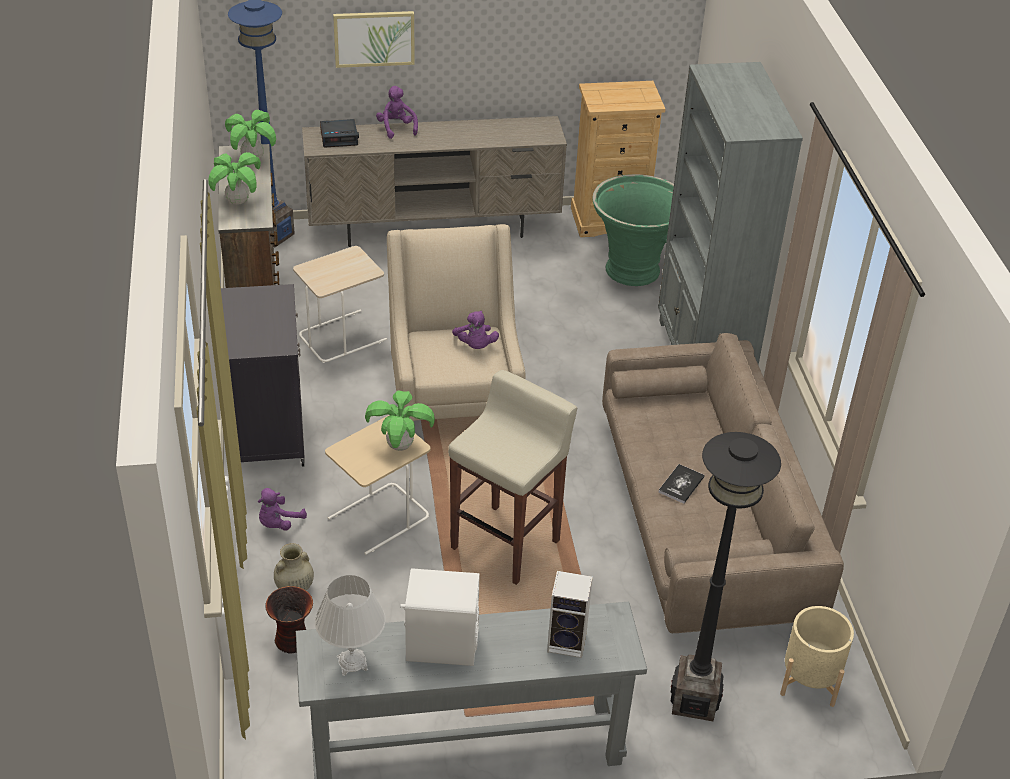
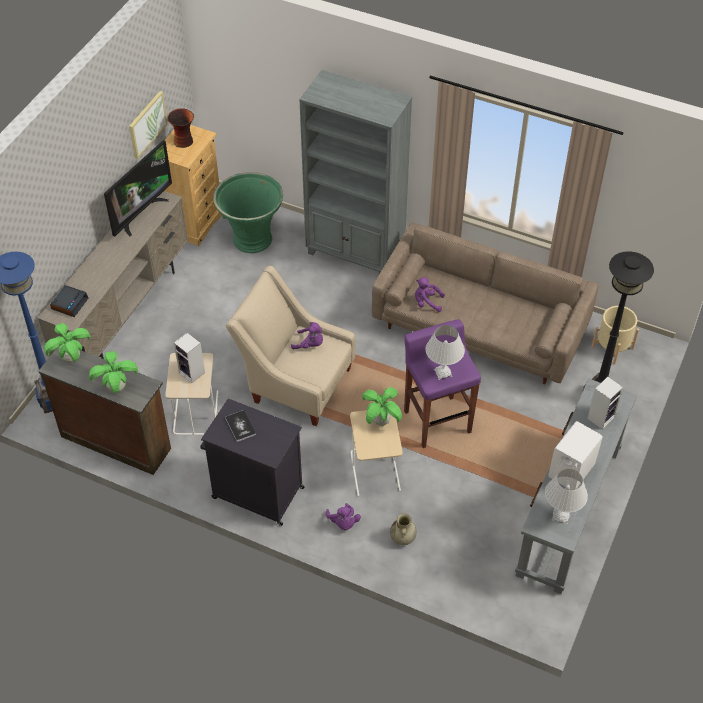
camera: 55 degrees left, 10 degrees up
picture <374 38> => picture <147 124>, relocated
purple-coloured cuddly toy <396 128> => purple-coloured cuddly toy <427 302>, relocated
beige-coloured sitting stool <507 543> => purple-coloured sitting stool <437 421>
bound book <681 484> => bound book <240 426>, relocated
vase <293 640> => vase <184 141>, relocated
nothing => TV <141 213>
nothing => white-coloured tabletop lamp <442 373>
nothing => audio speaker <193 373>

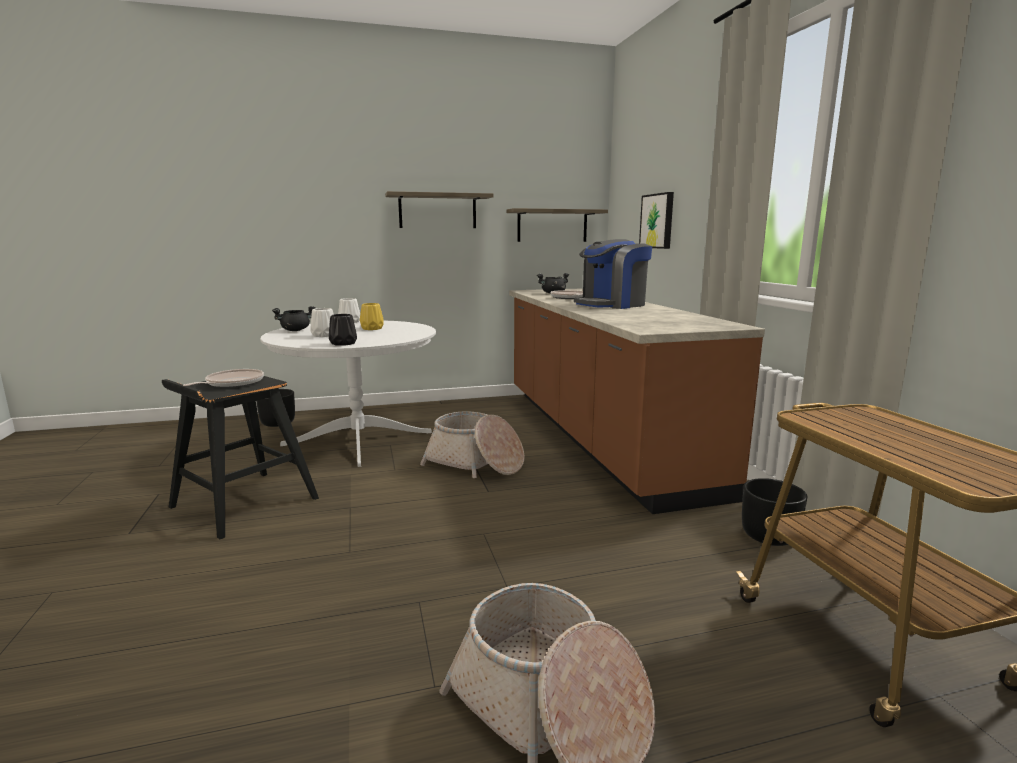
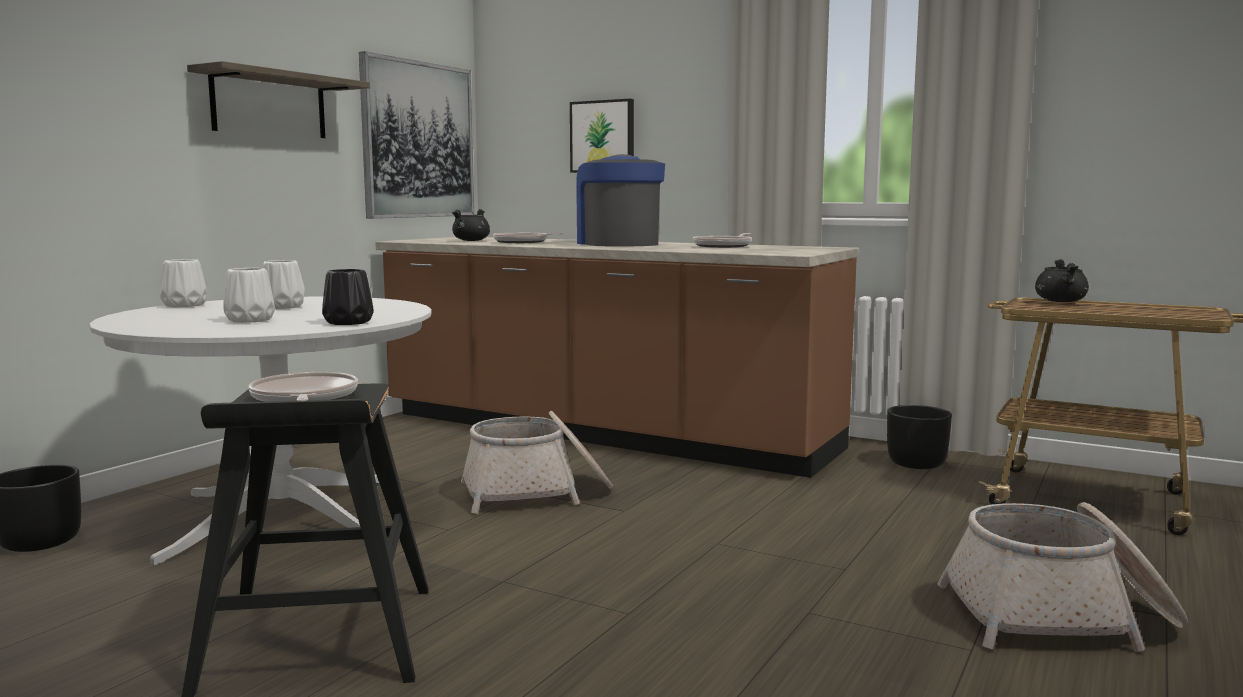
camera: 45 degrees left, 5 degrees down
wall shelf <552 225> => picture <418 140>
coffee brewer <611 305> => coffee brewer <618 244>, 150 degrees clockwise
yellow-coloured vase <371 328> => white-coloured vase <281 307>
black stockpot <295 330> => black stockpot <1060 301>, relocated
nothing => pan <724 246>

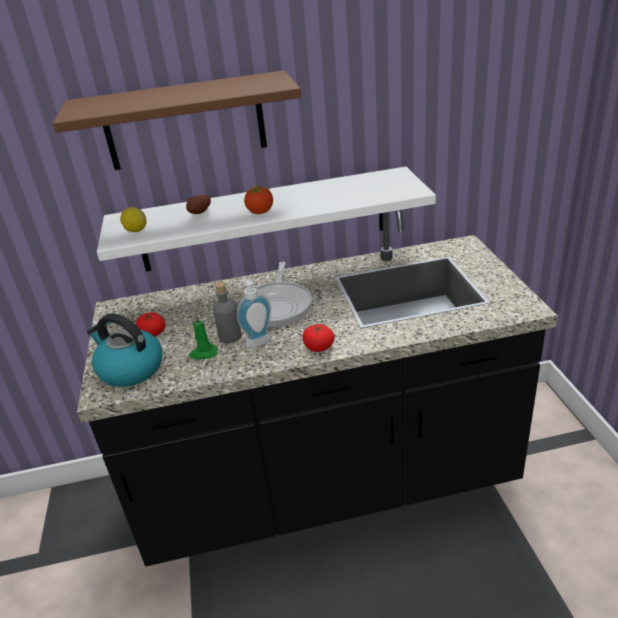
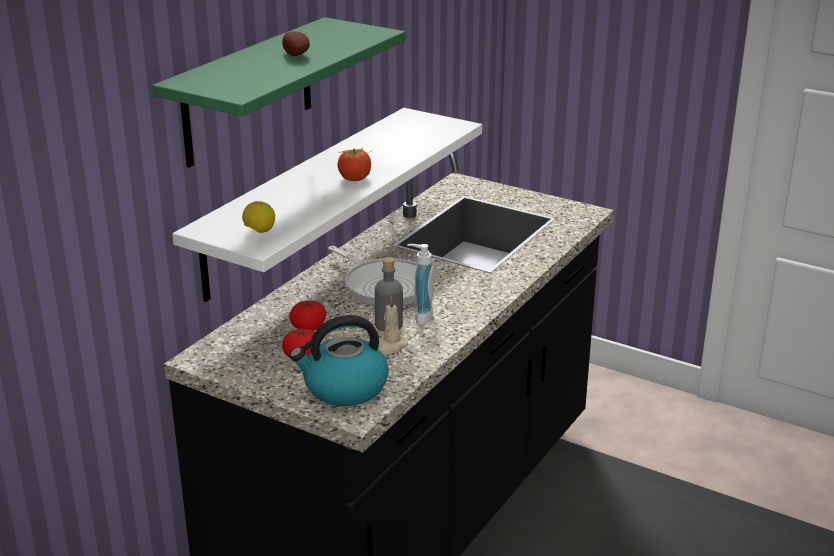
camera: 50 degrees left, 5 degrees down
brown-coloured wall shelf <185 122> => green-coloured wall shelf <248 92>
potato <201 213> => potato <296 55>, relocated
green-coloured wax light <203 353> => beige-coloured wax light <391 346>
fresh tomato <319 347> => fresh tomato <308 326>, relocated

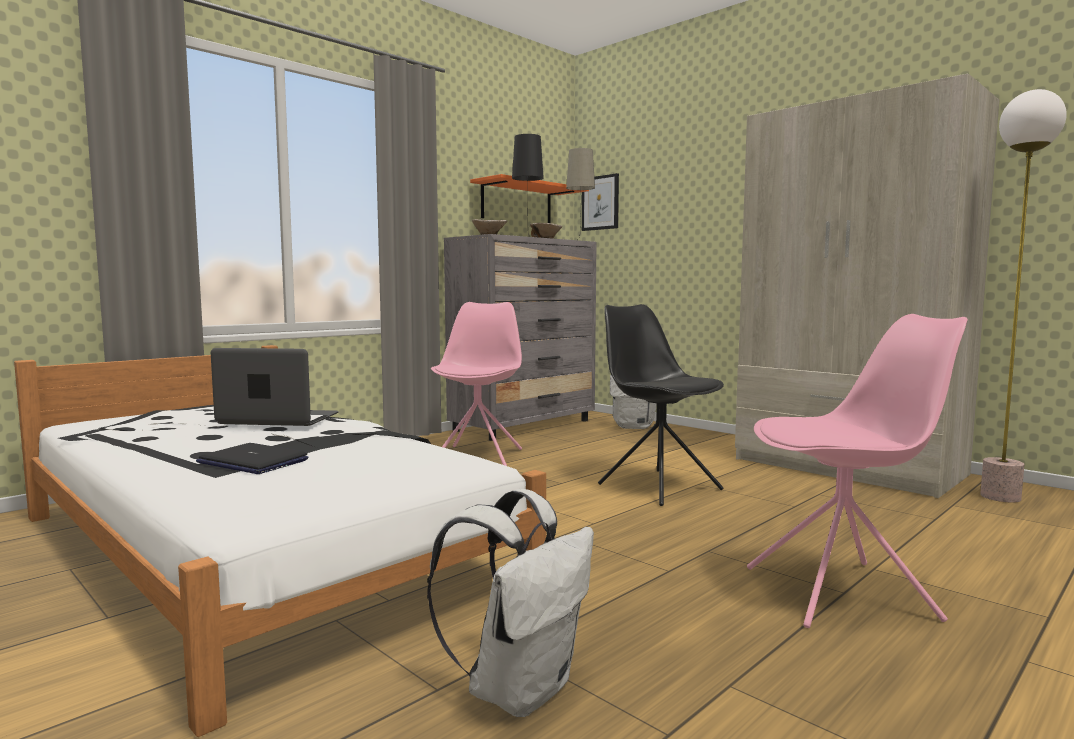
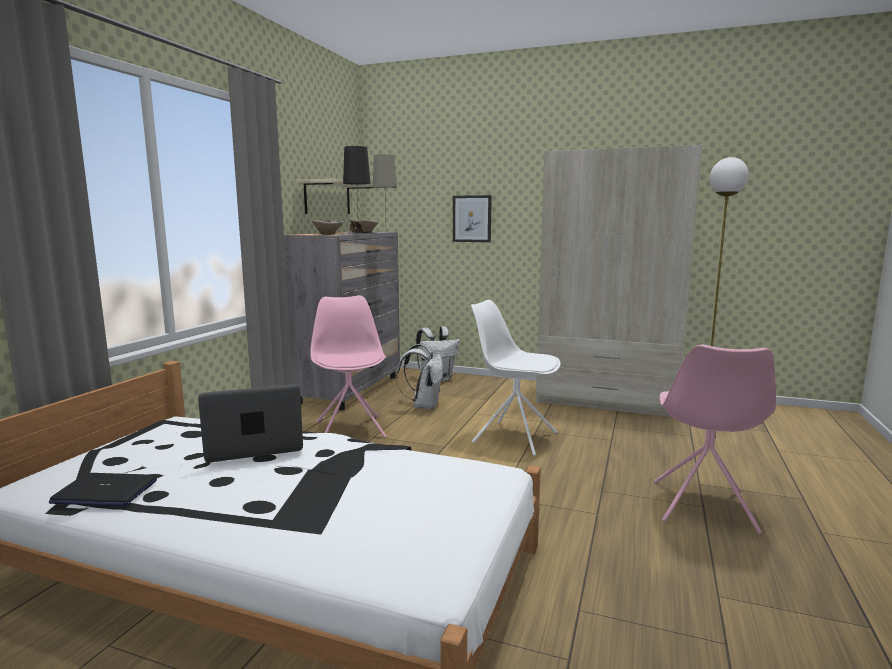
camera: 25 degrees left, 5 degrees up
picture <600 203> => picture <472 219>, relocated
orange wall shelf <516 203> => beige-coloured wall shelf <327 198>
black plain chair <658 486> => white-coloured plain chair <513 437>
pink plain chair <842 593> => pink plain chair <703 507>, 135 degrees clockwise
portable computer <252 461> => portable computer <104 492>, relocated
white-coloured backpack <520 688> => white-coloured backpack <424 406>, relocated

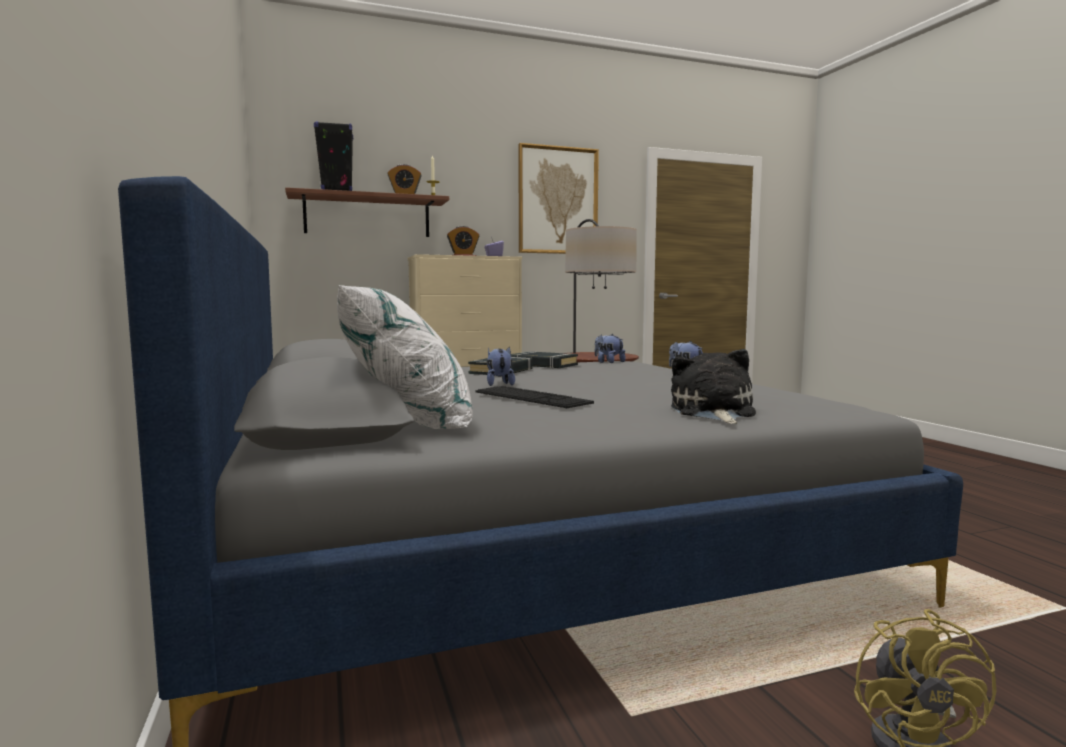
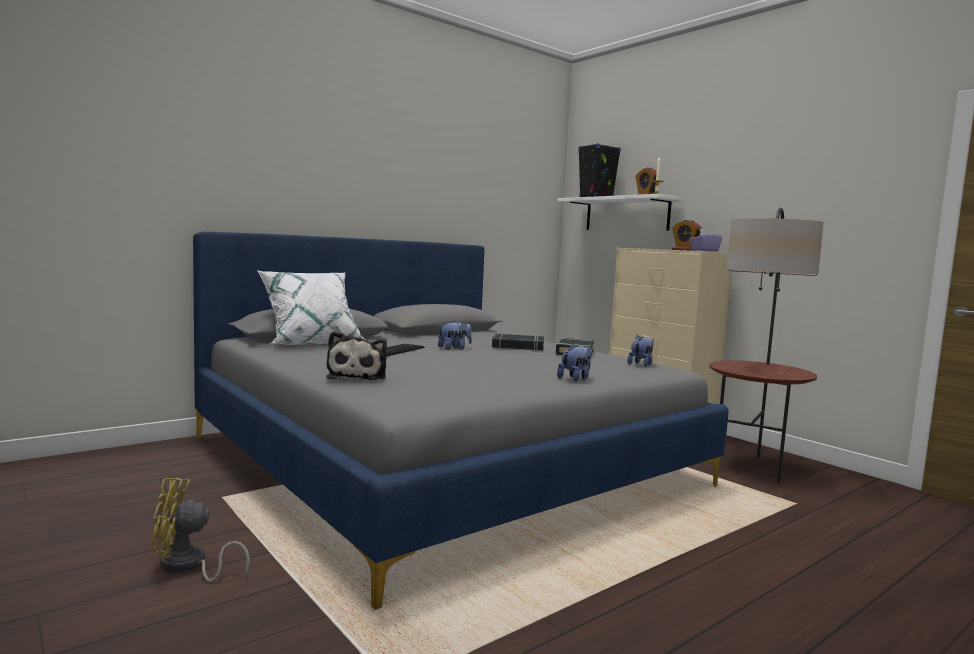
camera: 70 degrees right, 0 degrees up
picture <558 201> => nothing
brown-coloured wall shelf <367 216> => white-coloured wall shelf <626 214>
cuddly toy <712 412> => cuddly toy <358 376>, 105 degrees clockwise

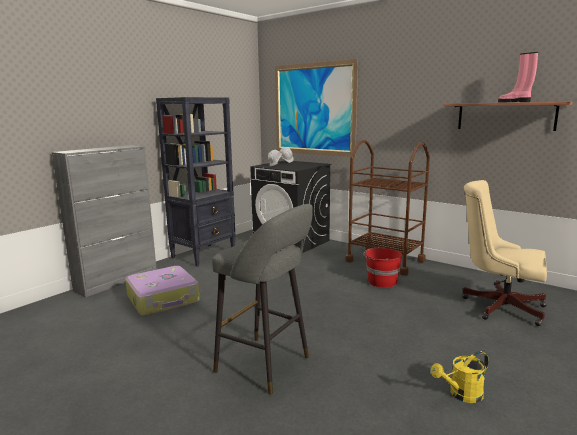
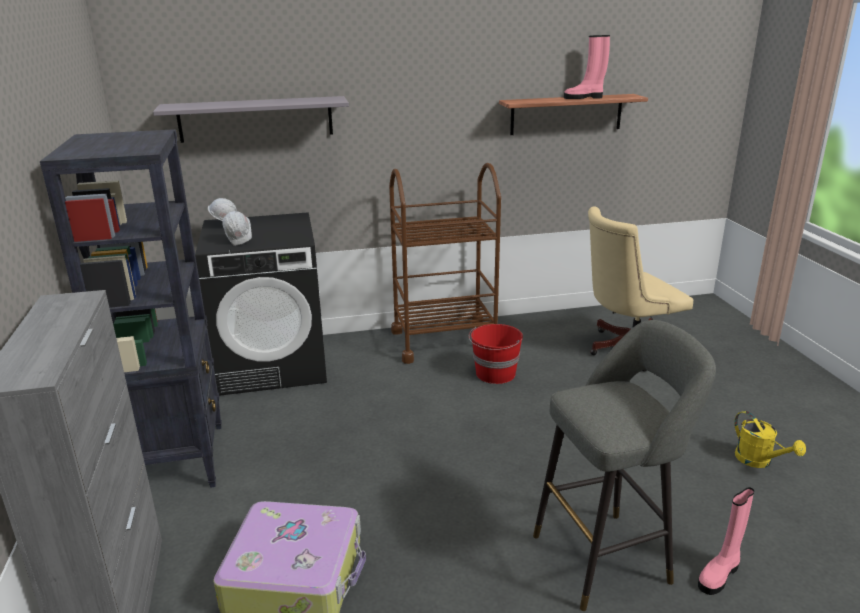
camera: 50 degrees left, 10 degrees up
picture <313 109> => gray wall shelf <256 119>
yellow-coloured watering pot <461 395> => yellow-coloured watering pot <759 461>, 45 degrees counterclockwise
nothing => pink boot <719 575>

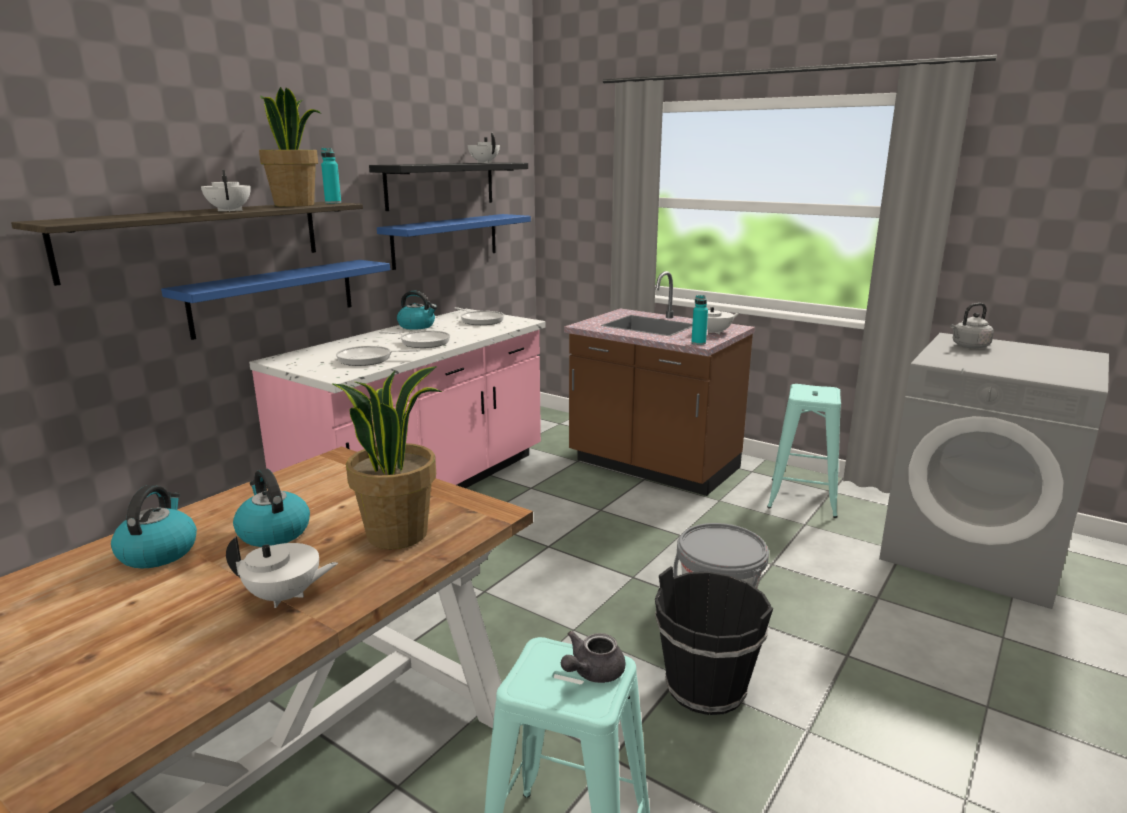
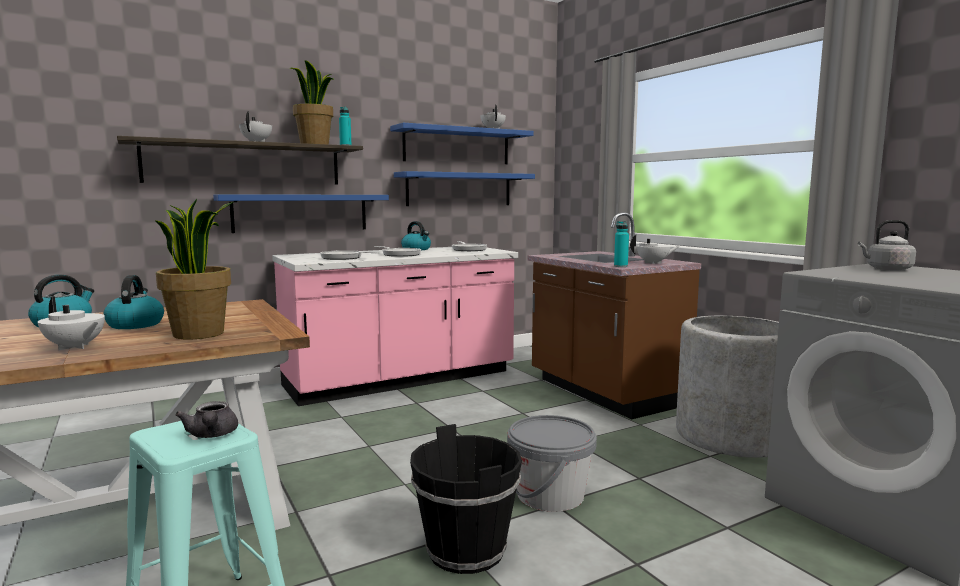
camera: 25 degrees right, 10 degrees down
black wall shelf <441 185> => bluish wall shelf <457 146>
turquoise sitting stool <802 497> => gray flower pot <731 436>
gray pot for tea <592 672> => gray pot for tea <212 435>, 90 degrees counterclockwise

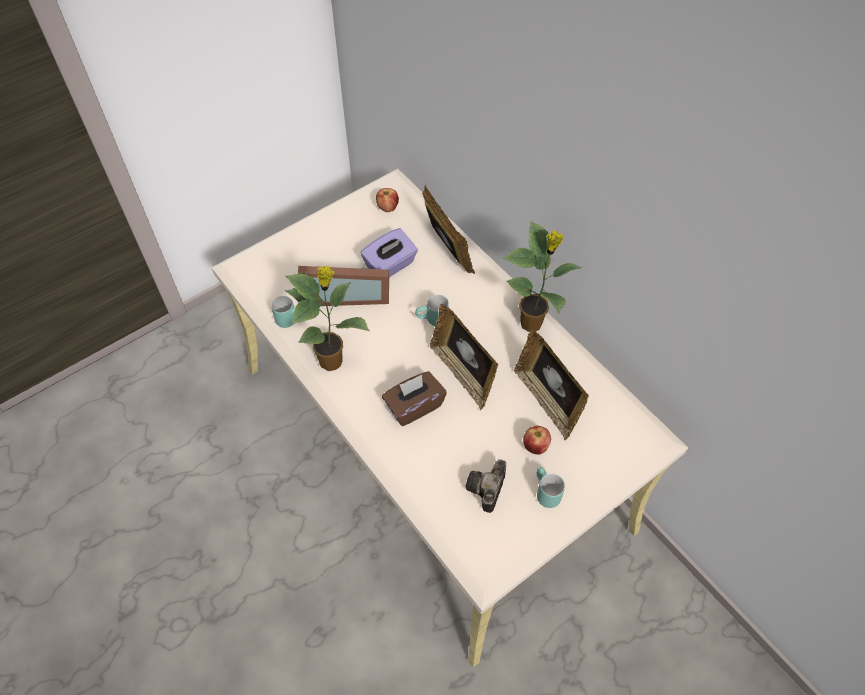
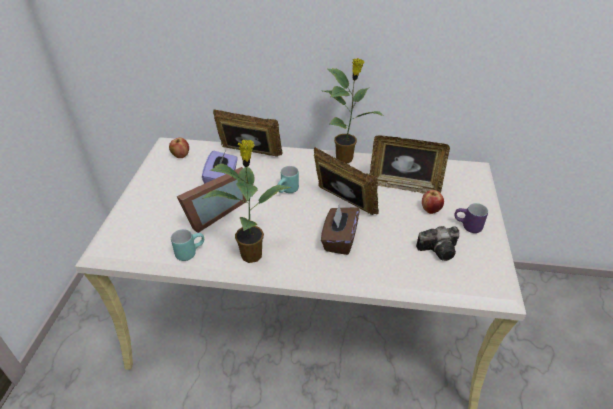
camera: 45 degrees left, 15 degrees down
standing frame <463 374> => standing frame <343 204>, 150 degrees counterclockwise
photo camera <486 490> => photo camera <440 249>, 75 degrees counterclockwise
turquoise mug <544 493> => purple-coloured mug <467 227>

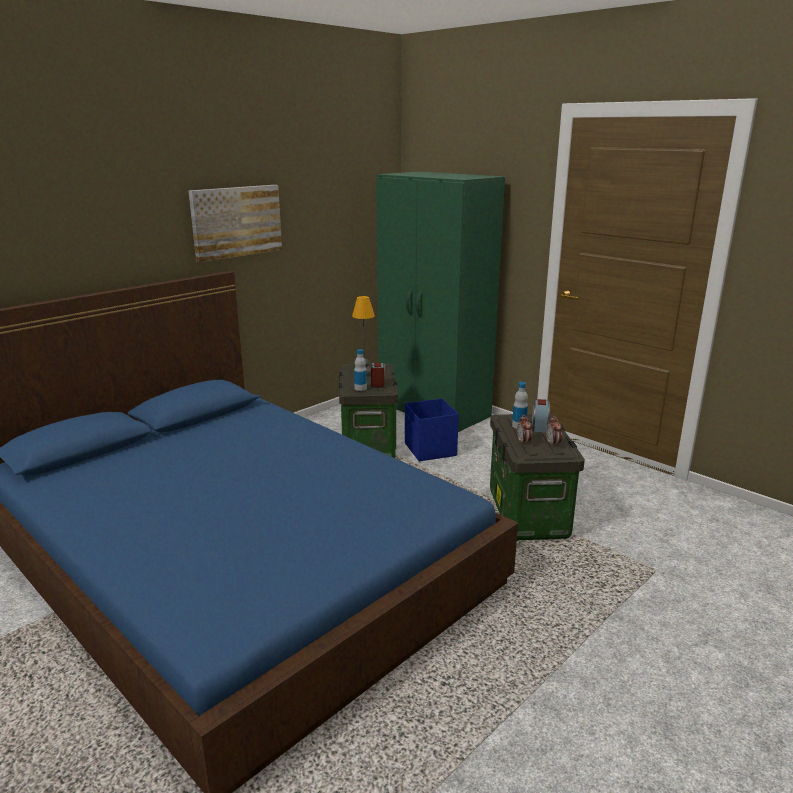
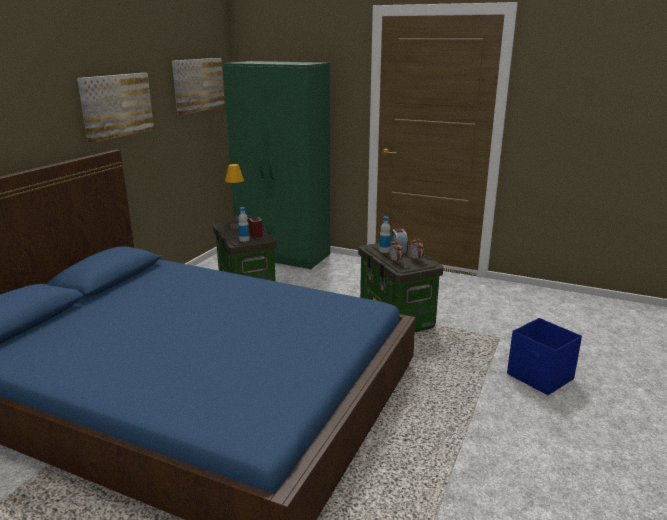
camera: 20 degrees left, 0 degrees up
bluish storage box <430 450> => bluish storage box <540 377>, relocated
nothing => picture <198 85>

